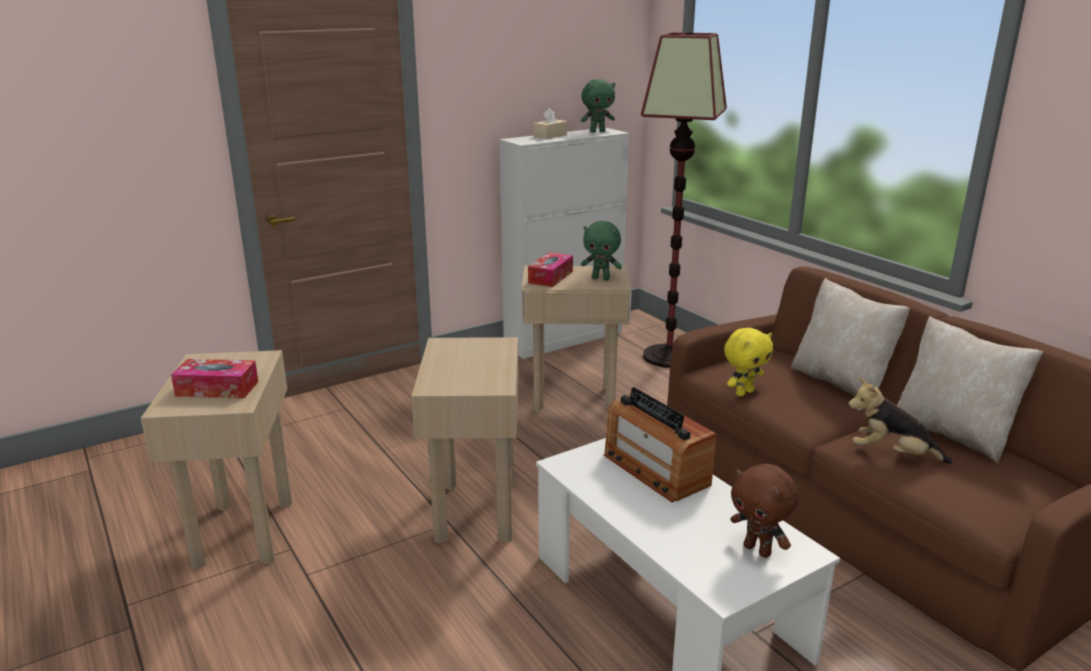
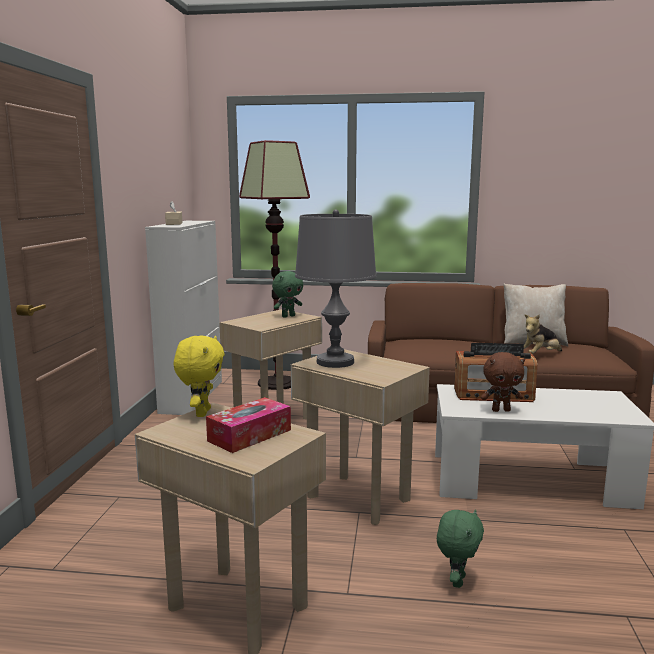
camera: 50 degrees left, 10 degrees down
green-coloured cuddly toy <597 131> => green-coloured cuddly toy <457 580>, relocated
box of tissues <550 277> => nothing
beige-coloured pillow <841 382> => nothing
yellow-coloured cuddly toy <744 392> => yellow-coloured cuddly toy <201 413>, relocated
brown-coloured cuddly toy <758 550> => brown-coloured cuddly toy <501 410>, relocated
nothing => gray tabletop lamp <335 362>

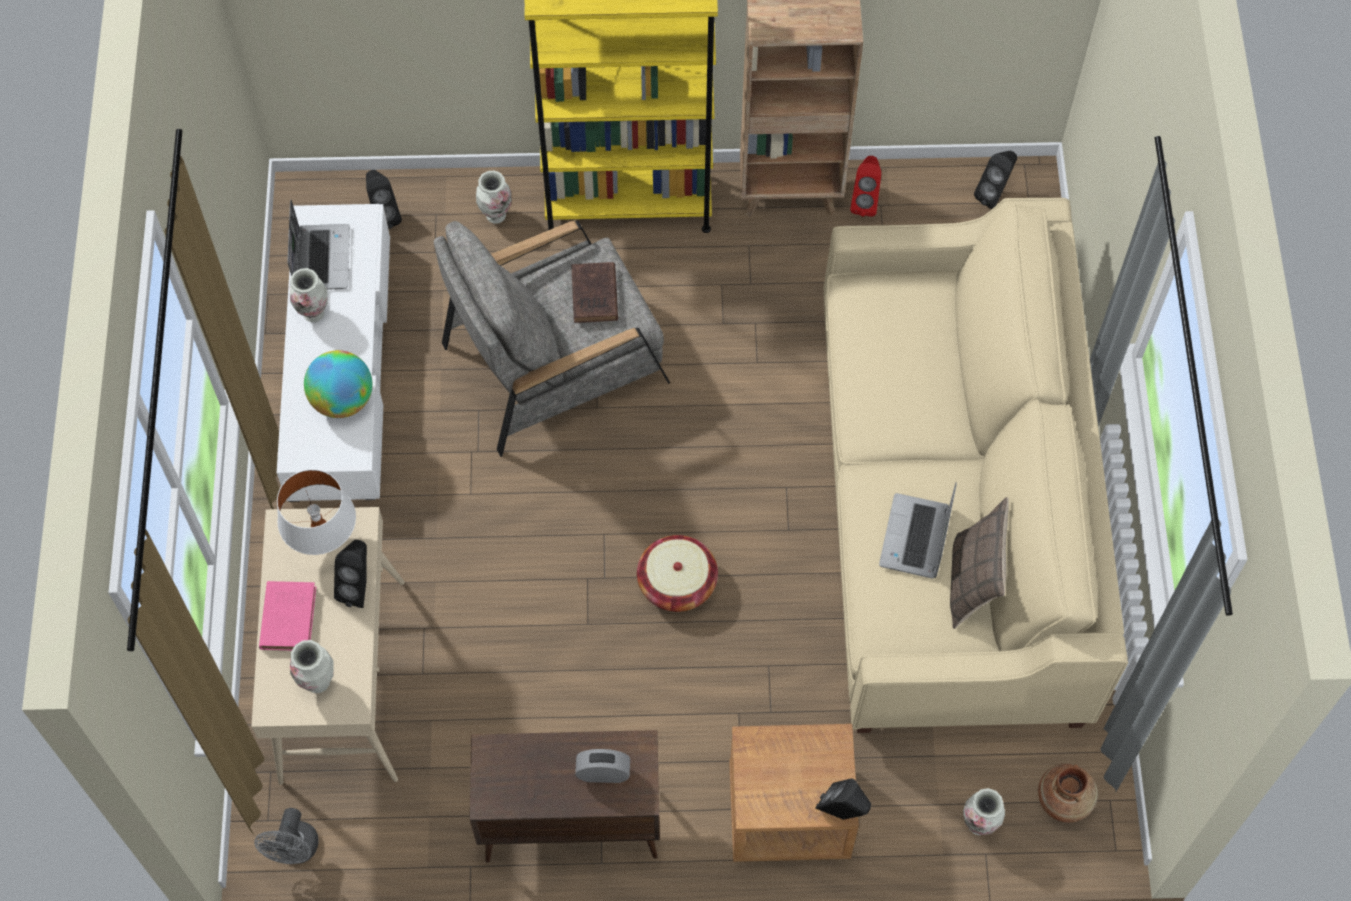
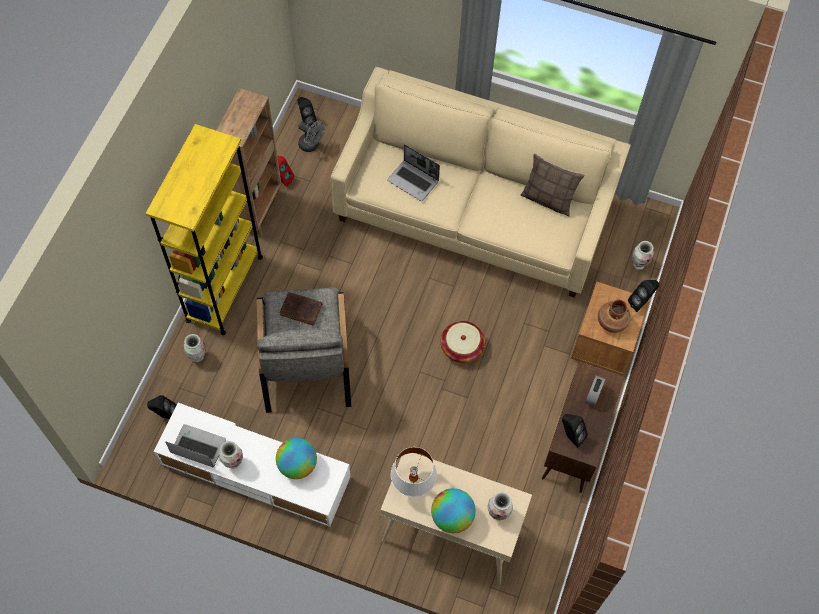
camera: 70 degrees left, 0 degrees up
portable computer <916 538> => portable computer <413 181>, relocated
black audio speaker <358 587> => black audio speaker <570 436>, relocated
pink bound book <288 616> => world globe <452 517>
brown-coloured vase <1064 799> => brown-coloured vase <611 322>, relocated
gray fan <295 851> => gray fan <312 145>, relocated

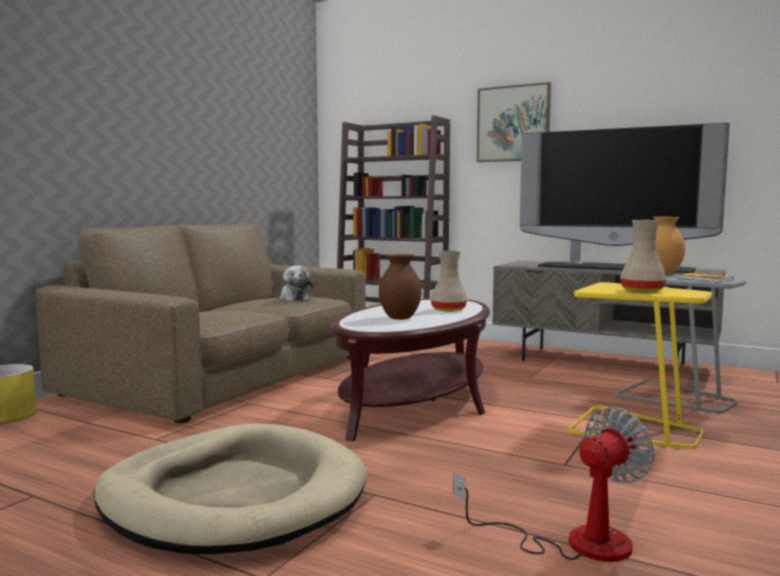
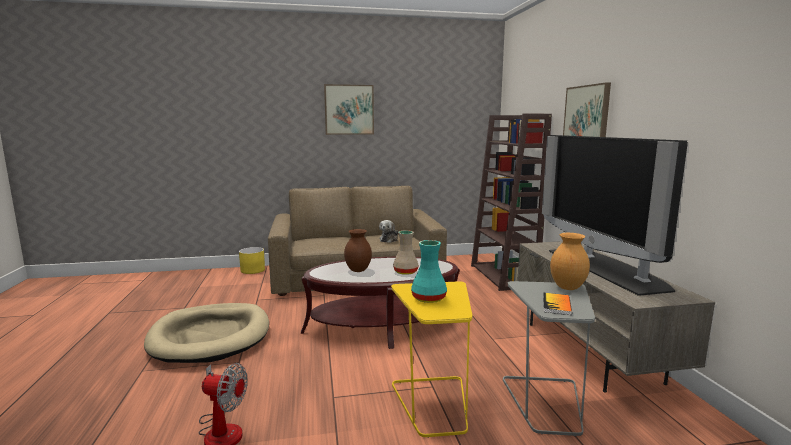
camera: 50 degrees right, 5 degrees up
beige-coloured vase <641 291> => turquoise vase <428 298>
nothing => picture <349 109>

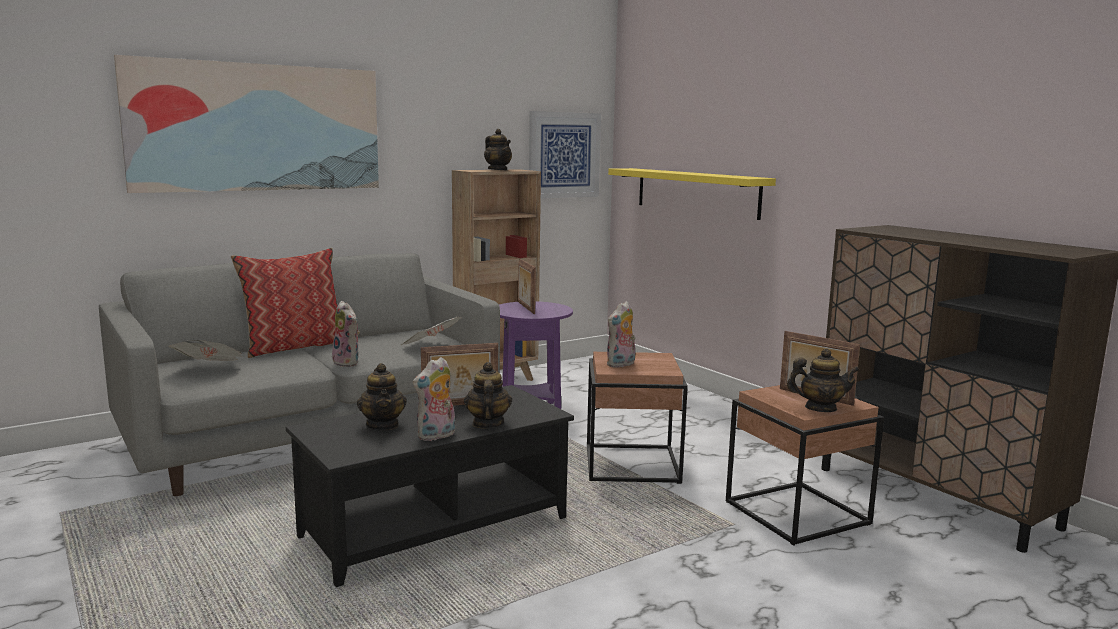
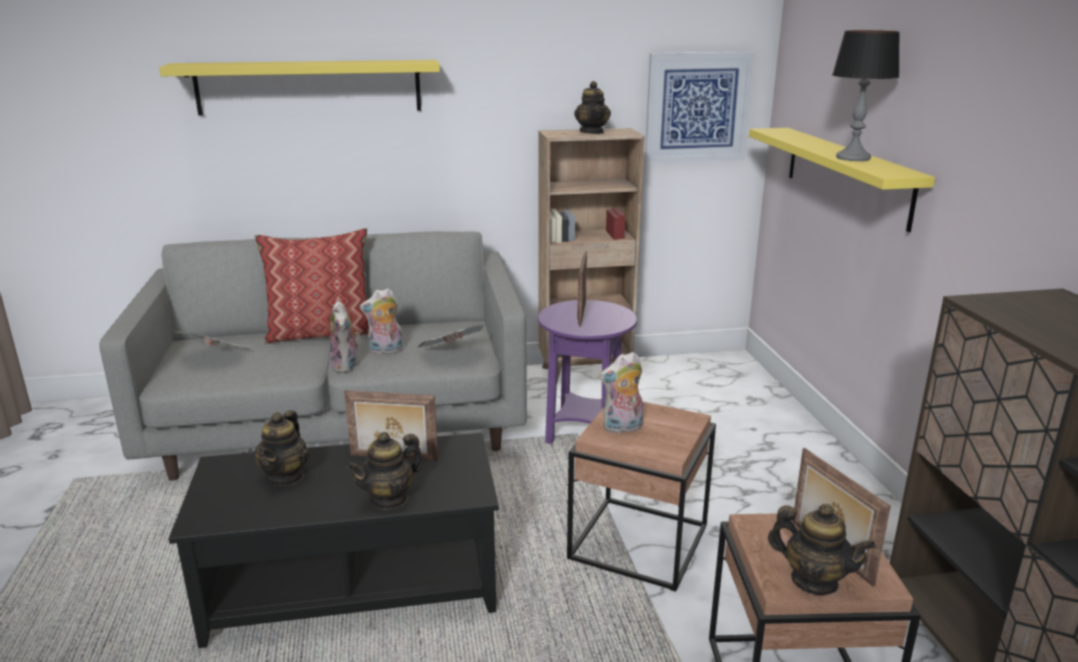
camera: 25 degrees right, 10 degrees up
picture <258 127> => yellow-coloured wall shelf <309 87>
cuddly toy <436 436> => cuddly toy <385 351>, relocated
pot for tea <487 423> => pot for tea <389 498>, 150 degrees counterclockwise
nothing => tabletop lamp <853 158>

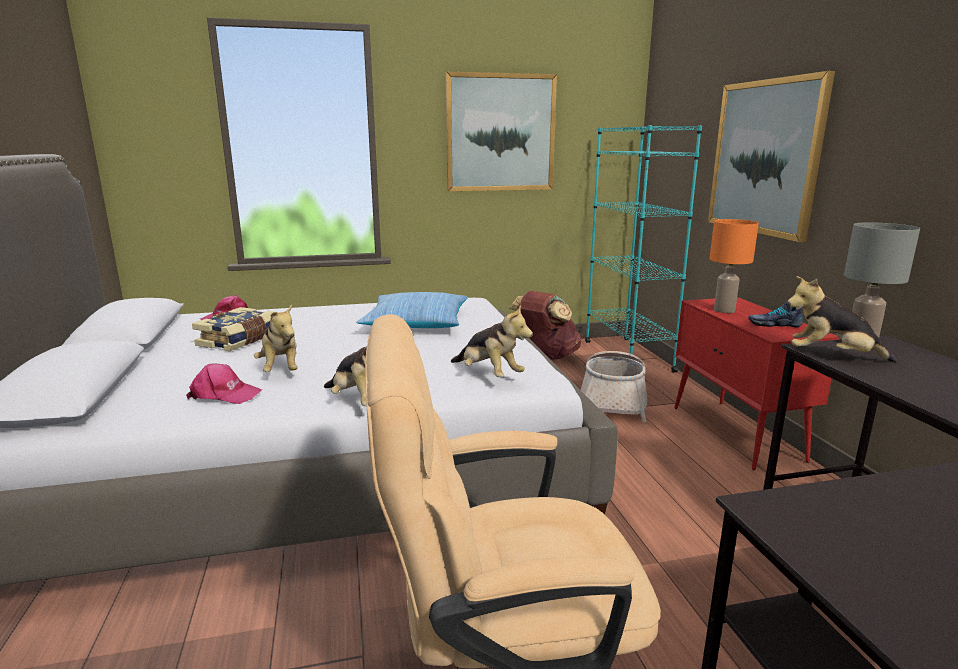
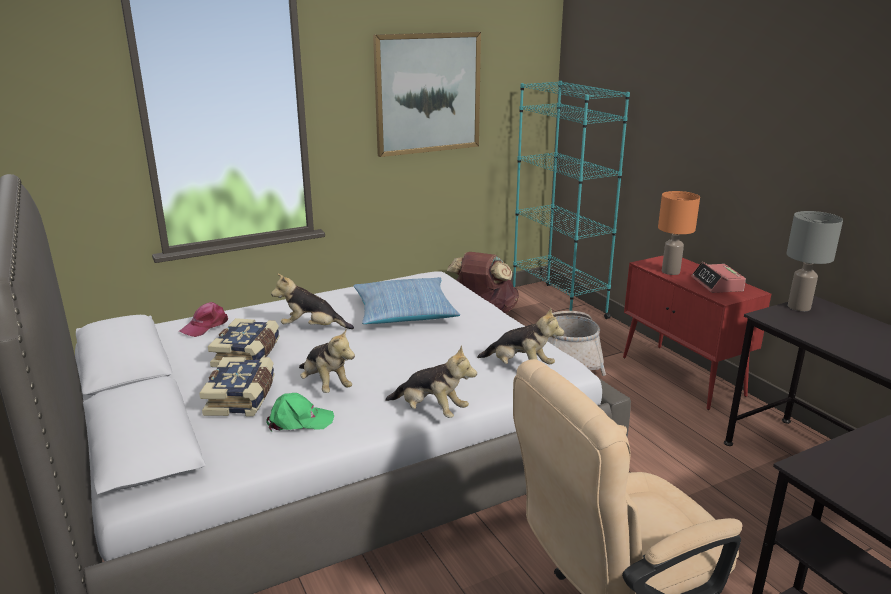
camera: 15 degrees left, 5 degrees up
picture <765 157> => nothing
cuddly toy <831 356> => cuddly toy <312 328>, relocated
low shoe <774 324> => alarm clock <717 284>
pink peaked cap <224 395> => green-coloured peaked cap <299 421>
nothing => bound book <242 398>

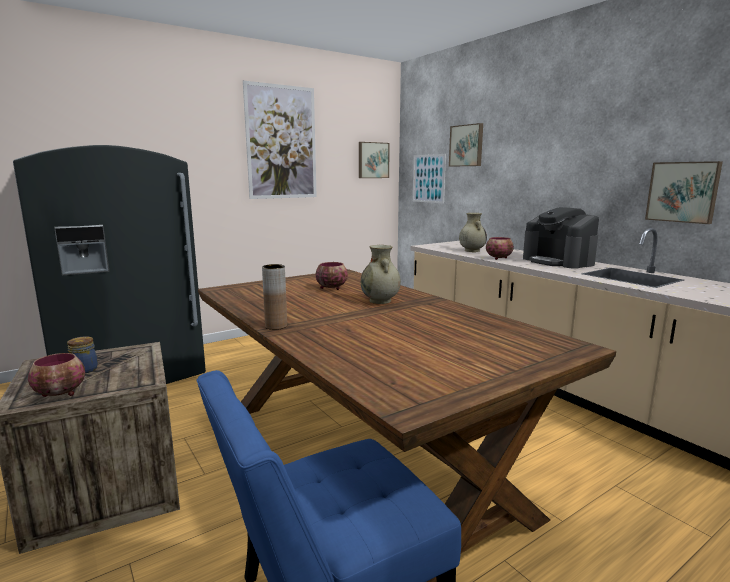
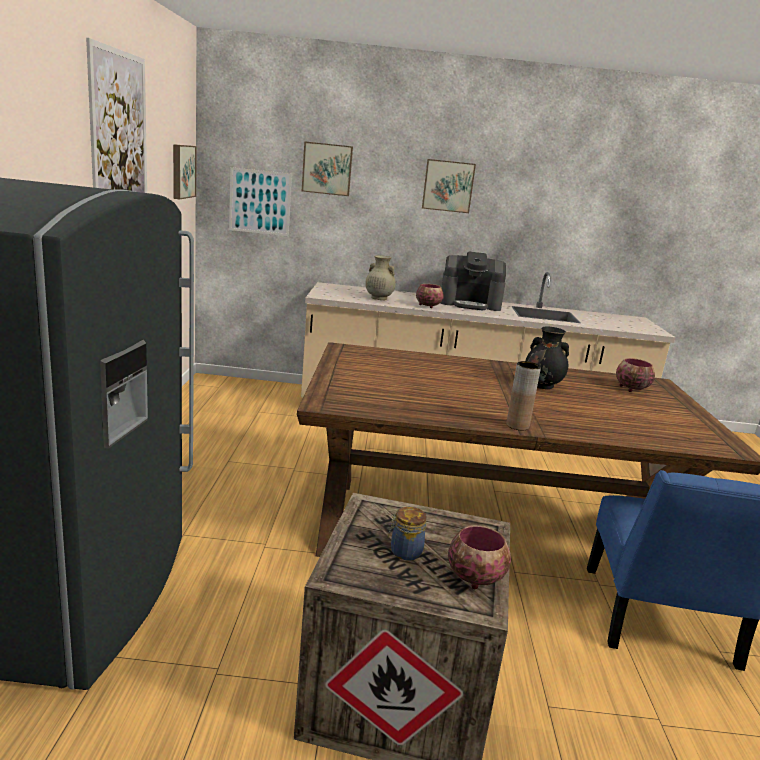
camera: 55 degrees left, 5 degrees up
picture <683 192> => picture <448 186>, relocated
beige-coloured vase <380 301> => nothing
bowl <331 288> => bowl <630 388>, relocated
nothing => black vase <543 385>

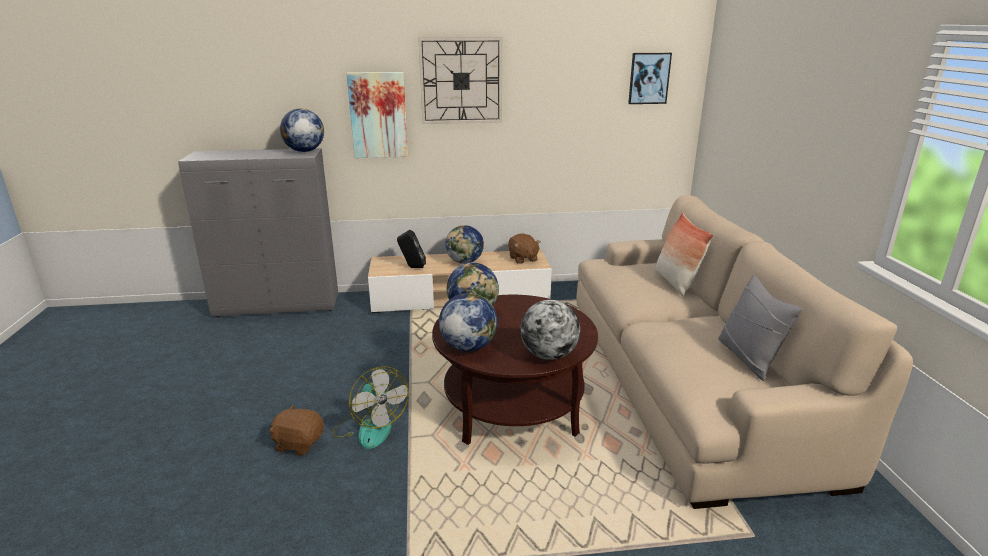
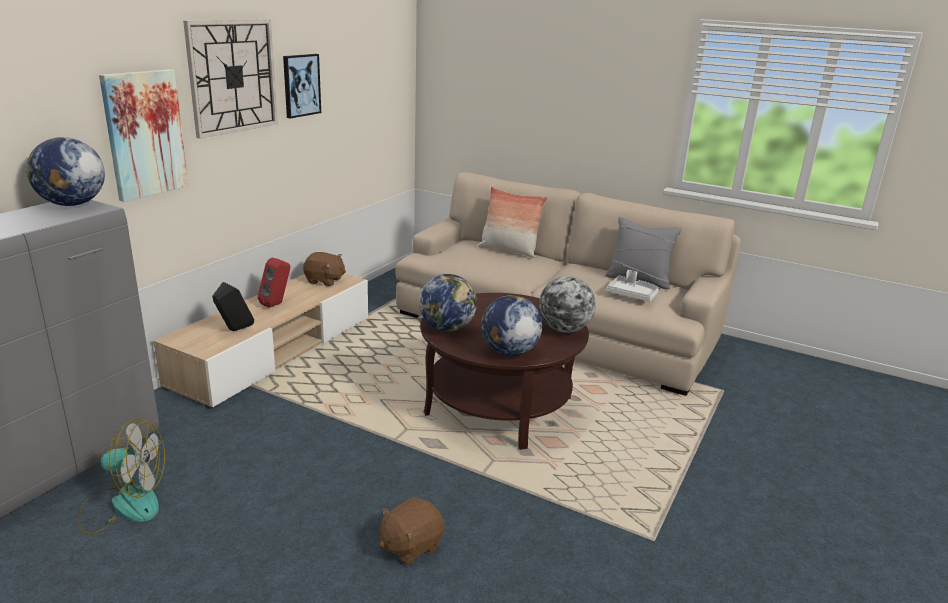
camera: 55 degrees left, 0 degrees up
picture <649 78> => picture <301 85>, relocated
world globe <465 262> => red-coloured audio speaker <277 304>
fan <370 427> => fan <123 504>, relocated
nothing => white-coloured serving tray <632 294>

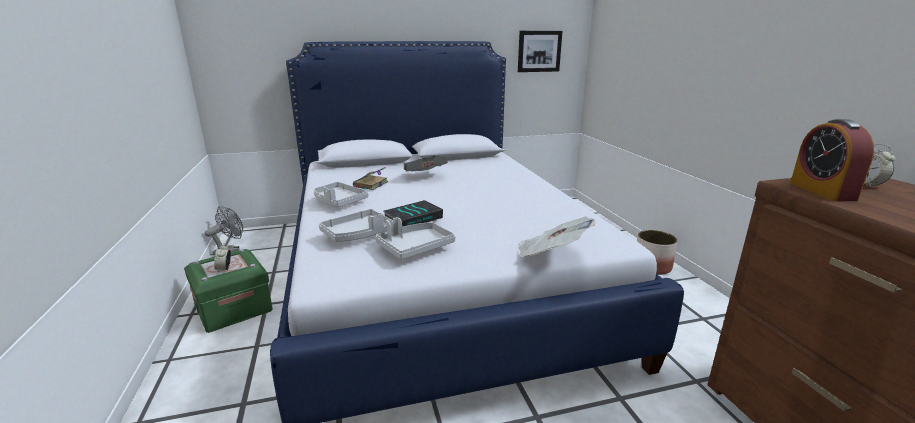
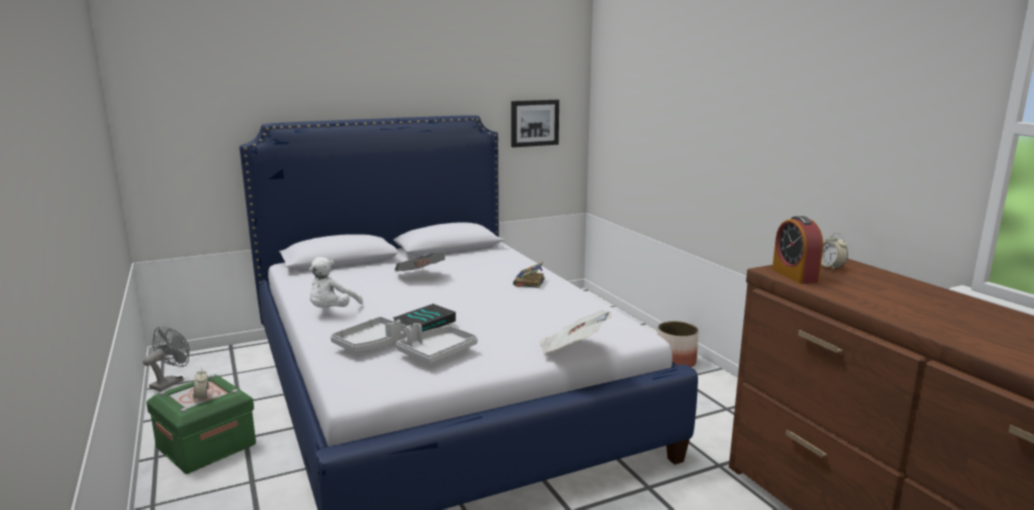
camera: 10 degrees left, 5 degrees down
bound book <370 184> => bound book <529 282>, relocated
gray serving tray <339 201> => white-coloured cuddly toy <332 311>

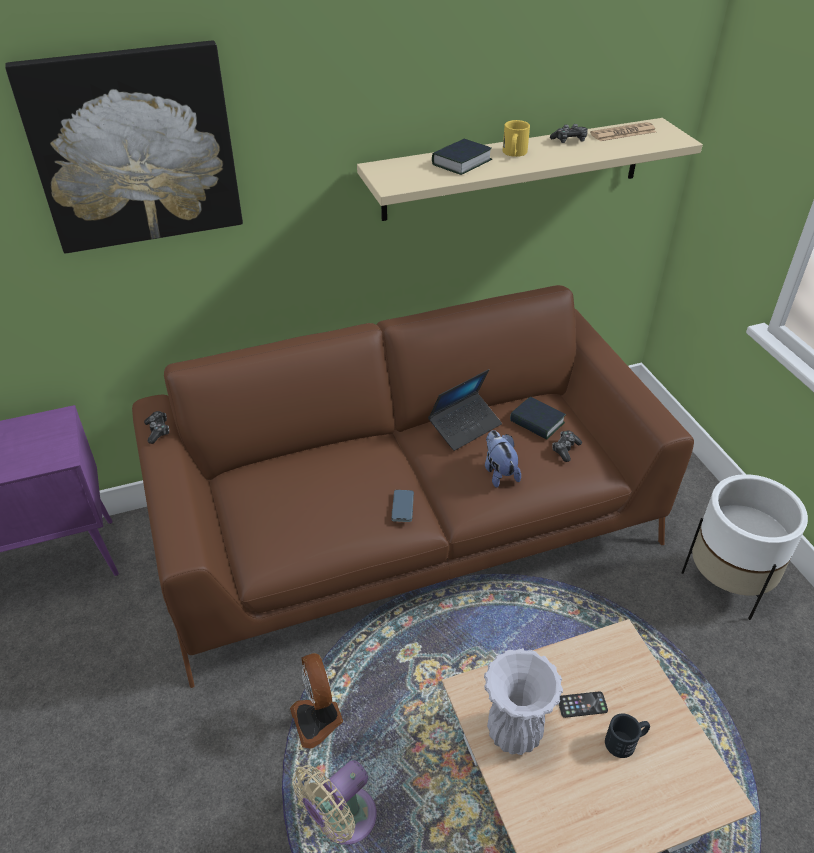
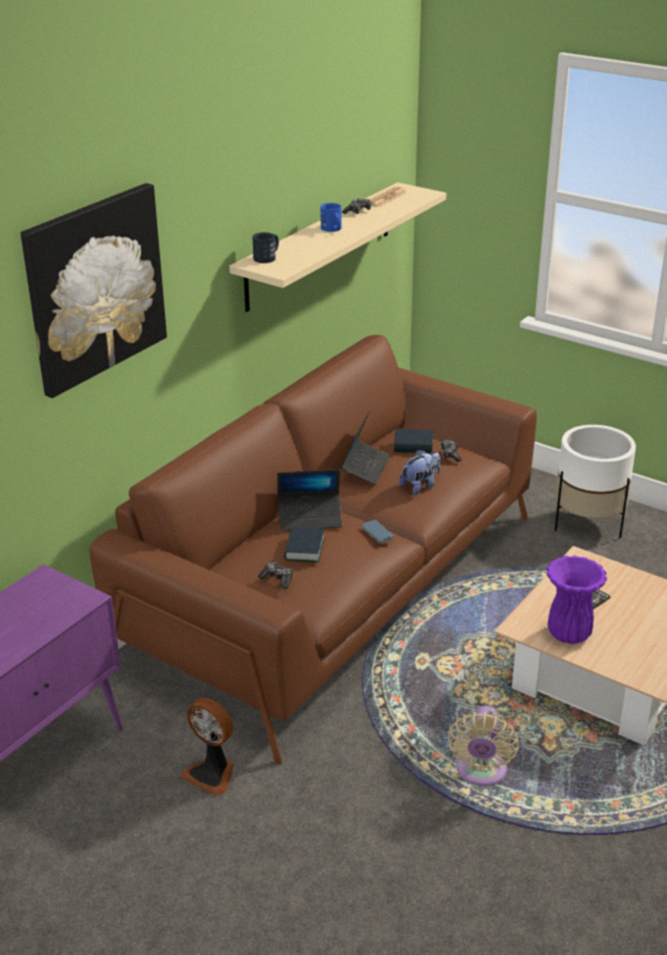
camera: 35 degrees left, 10 degrees down
yellow-coloured mug <514 153> => bluish mug <333 229>
bound book <461 162> => bound book <304 549>, relocated
joypad <158 431> => joypad <277 579>, relocated
cuddly toy <499 472> => cuddly toy <420 486>, 105 degrees clockwise
white-coloured vase <513 732> => purple-coloured vase <567 634>
fan <318 720> => fan <212 774>, relocated
black mug <626 741> => black mug <267 257>, relocated
nothing => portable computer <310 518>

